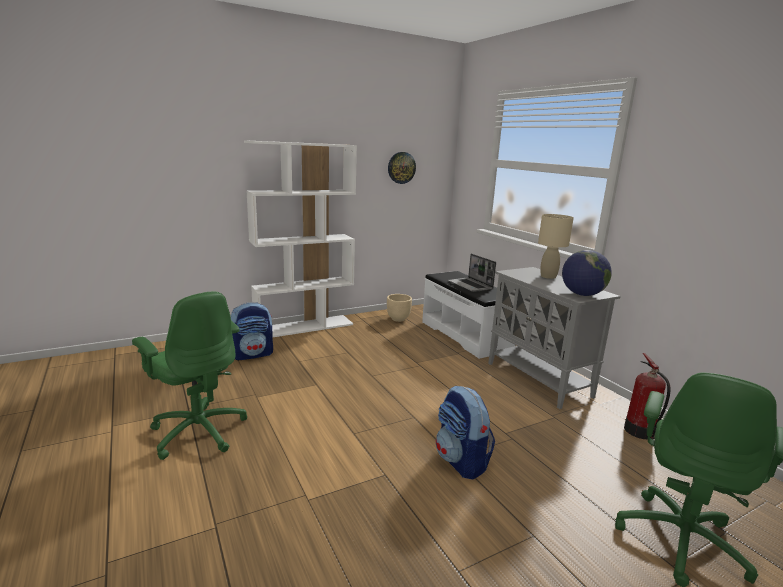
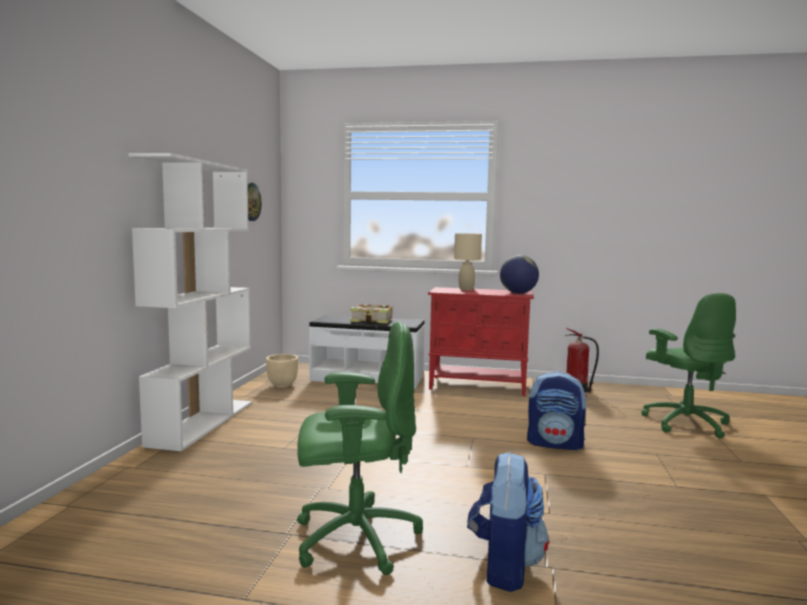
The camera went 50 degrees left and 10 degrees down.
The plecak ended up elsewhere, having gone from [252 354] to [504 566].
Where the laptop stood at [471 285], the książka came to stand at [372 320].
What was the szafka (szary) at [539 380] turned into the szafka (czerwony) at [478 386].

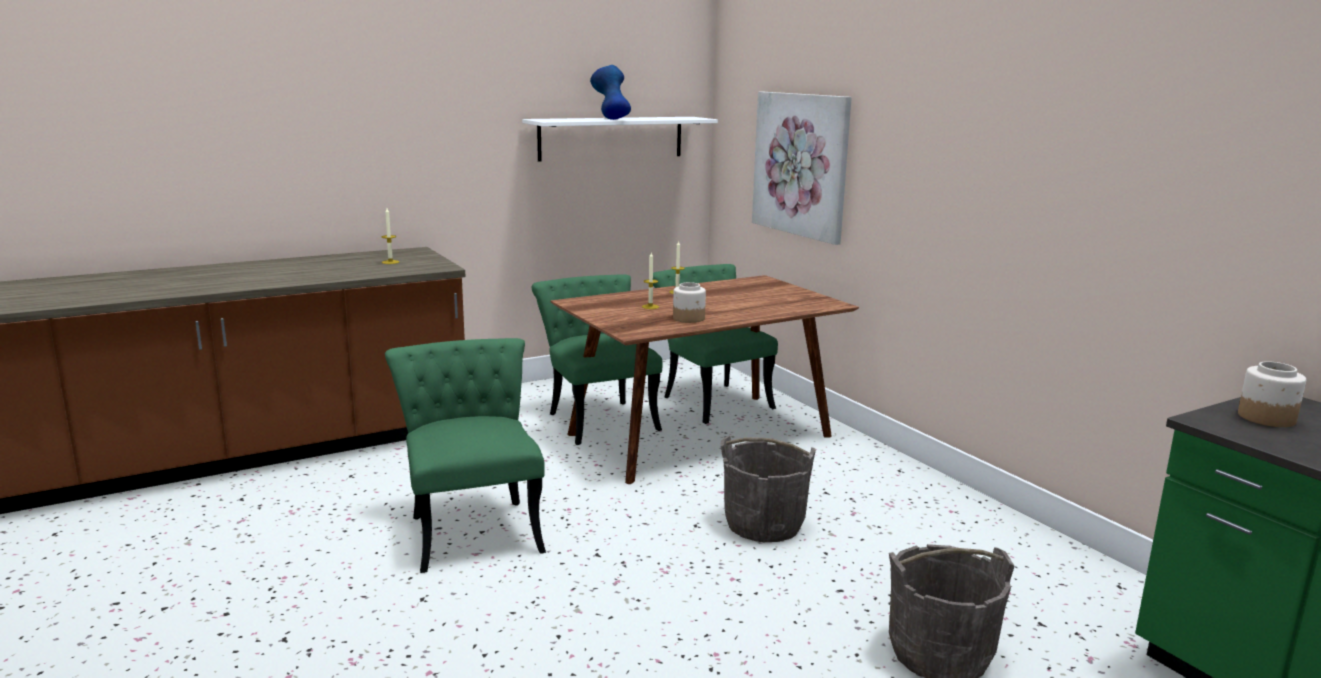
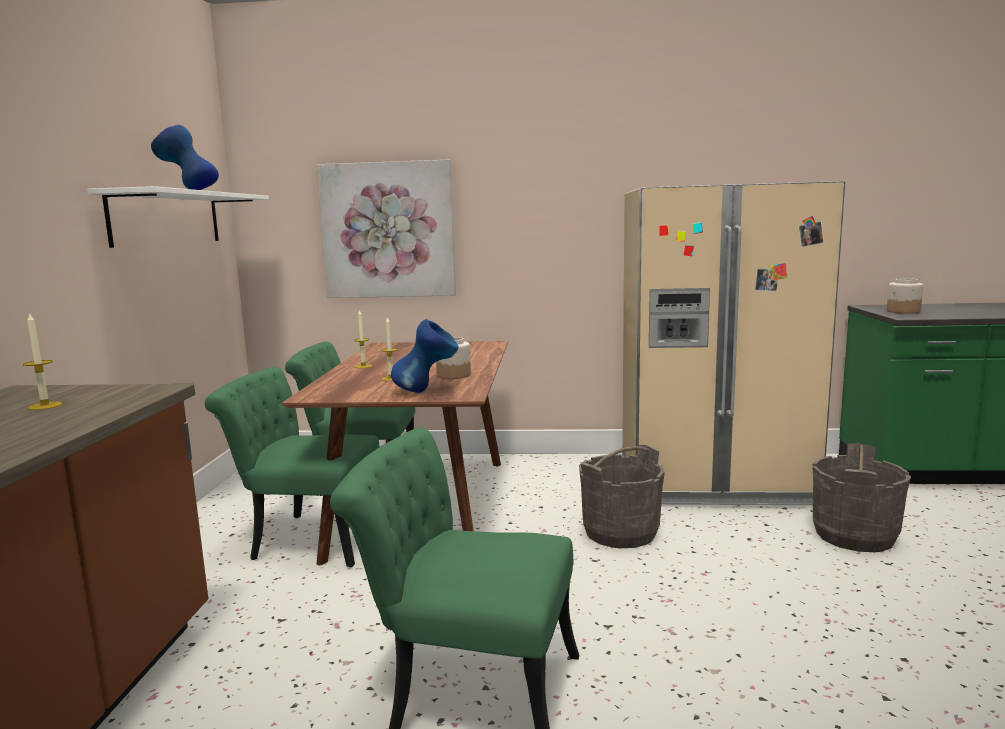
The camera went 55 degrees left and 5 degrees down.
The second view gained the wazon (niebieski) at [427 391].
The second view gained the lodówka (beżowy) at [711 480].

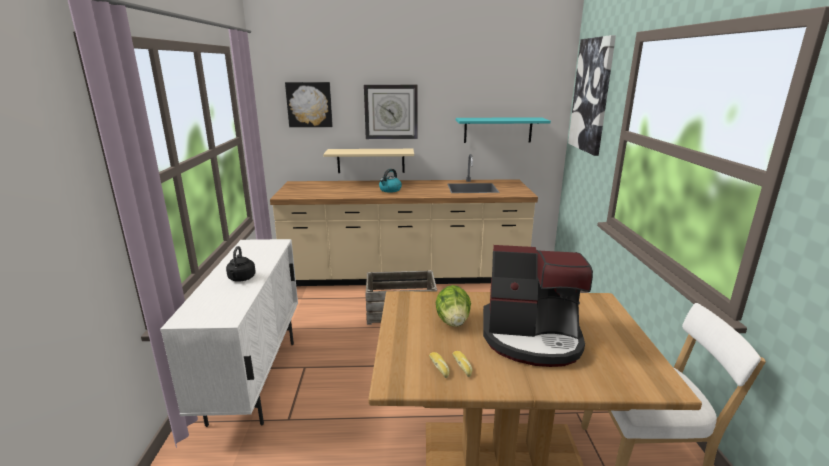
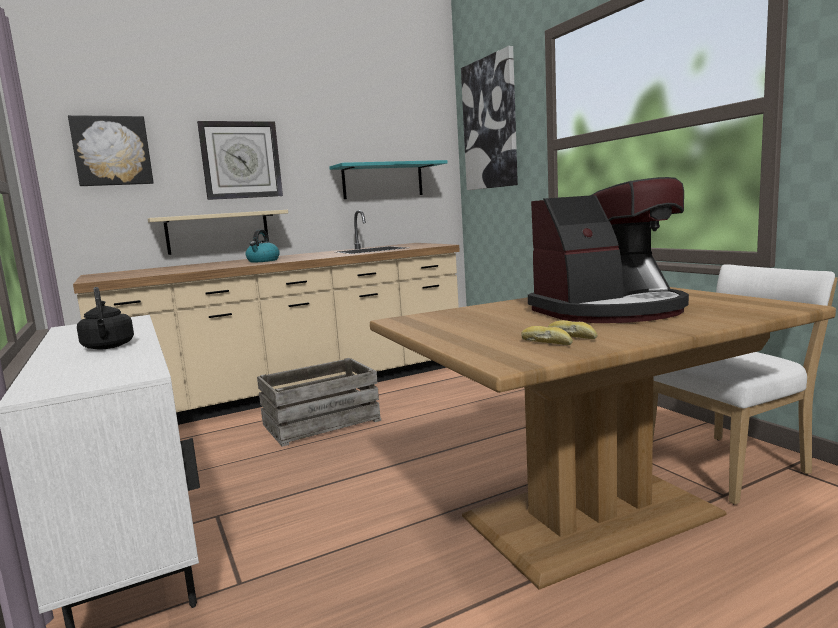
The camera went 25 degrees left and 10 degrees down.
The second view lost the sałata at [453 321].

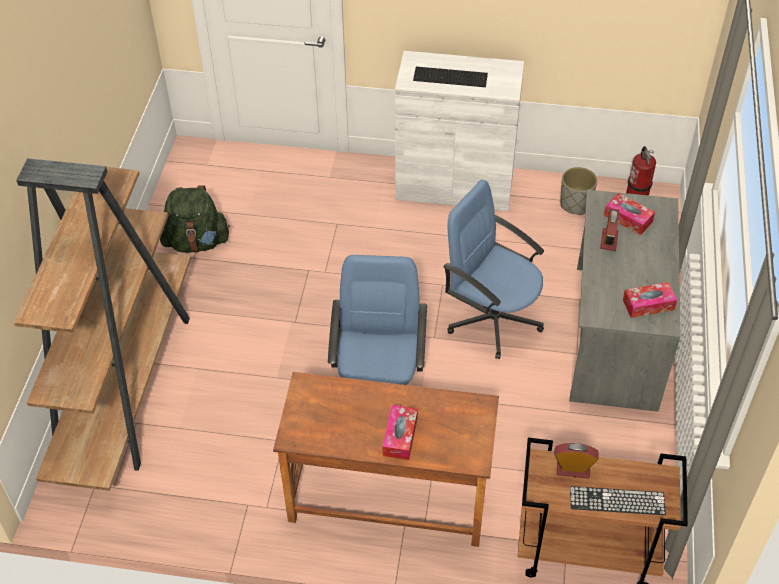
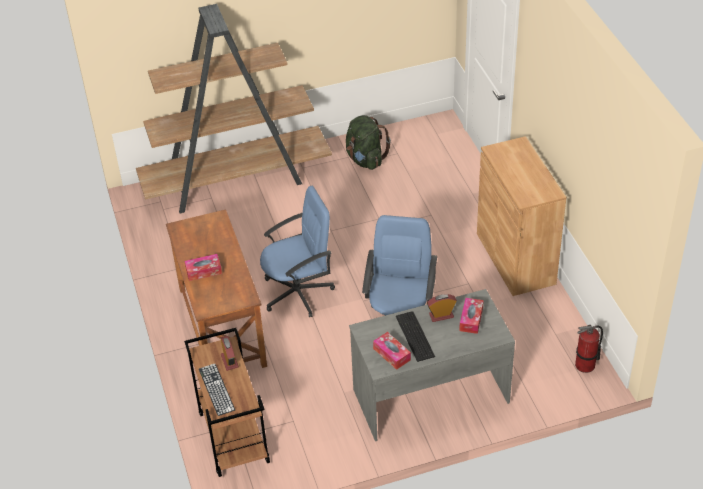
The camera went 65 degrees right and 5 degrees down.
The second view lost the donica (szary) at [575 204].
The klawiatura ended up elsewhere, having gone from [451 78] to [414 337].
What was the szafka (biały) at [454 185] turned into the szafka (brązowy) at [515 258].

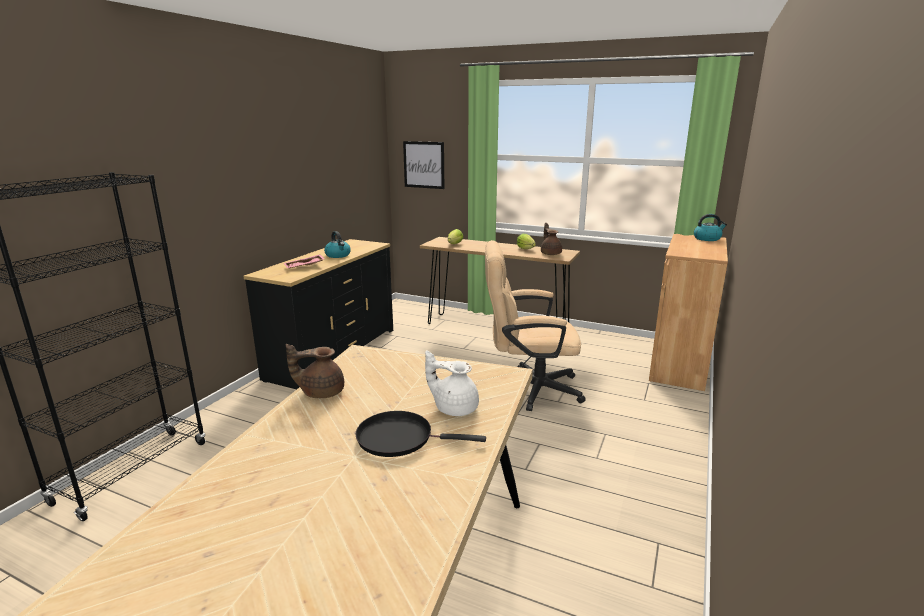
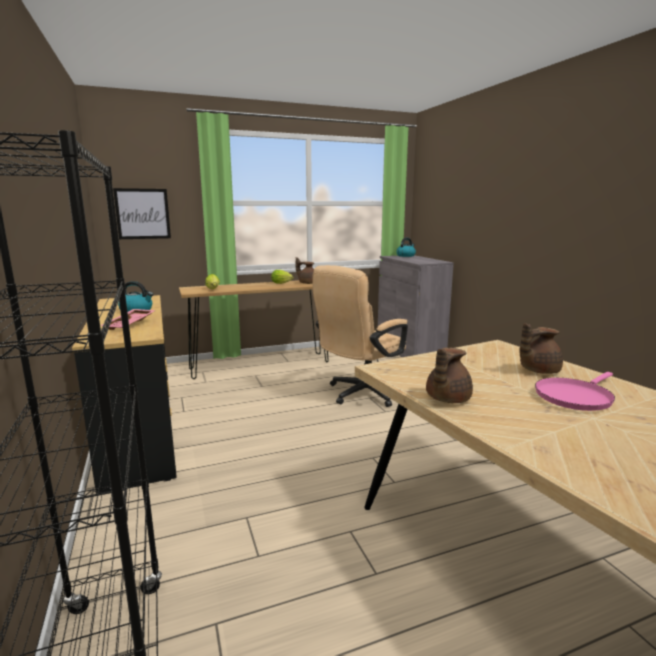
The camera went 45 degrees left and 5 degrees down.
What was the patelnia (czarny) at [400 438] turned into the patelnia (różowy) at [574 396].
What was the imbryk (biały) at [454 407] turned into the imbryk (brązowy) at [537 370].
What was the szafka (brązowy) at [679 364] turned into the szafka (szary) at [409 350].

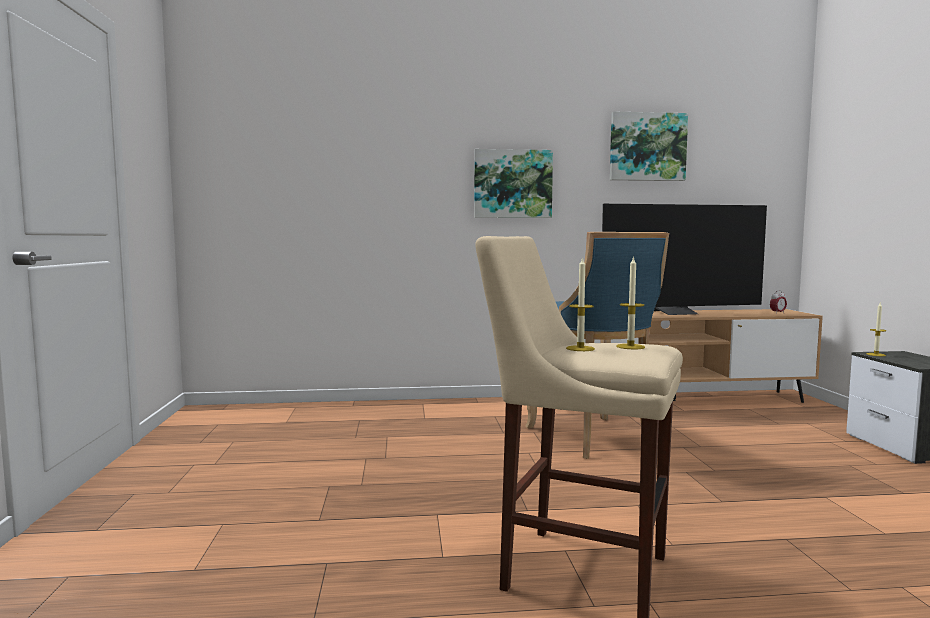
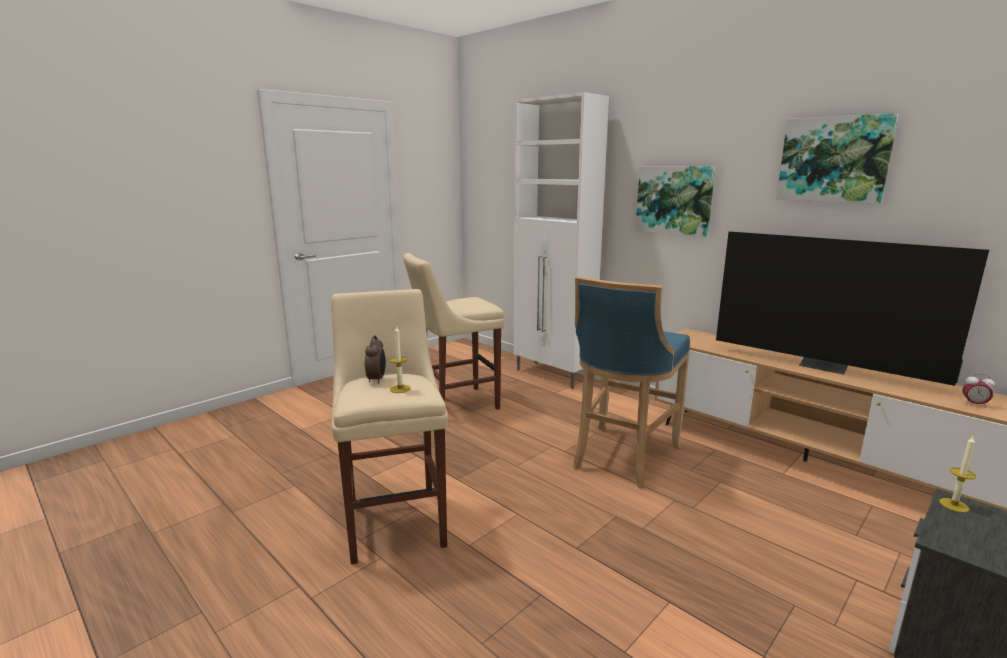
The camera went 50 degrees right and 10 degrees up.
The second view gained the stołek (beżowy) at [455 404].
The second view gained the szafka (biały) at [553 375].
Where the świeca stood at [580 348], the budzik came to stand at [377 379].

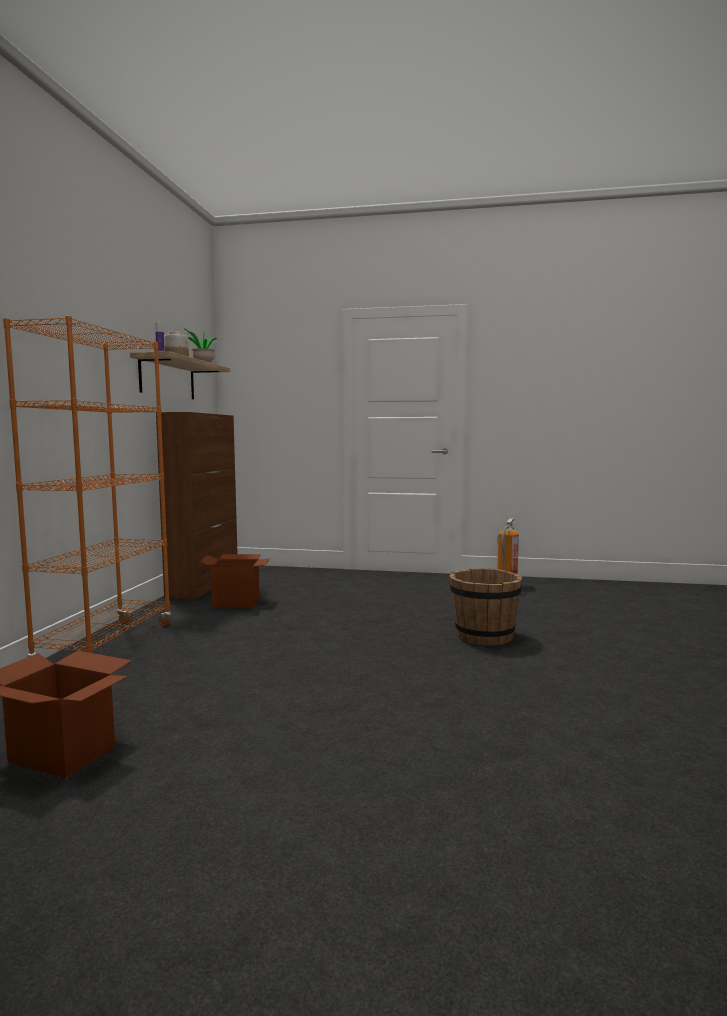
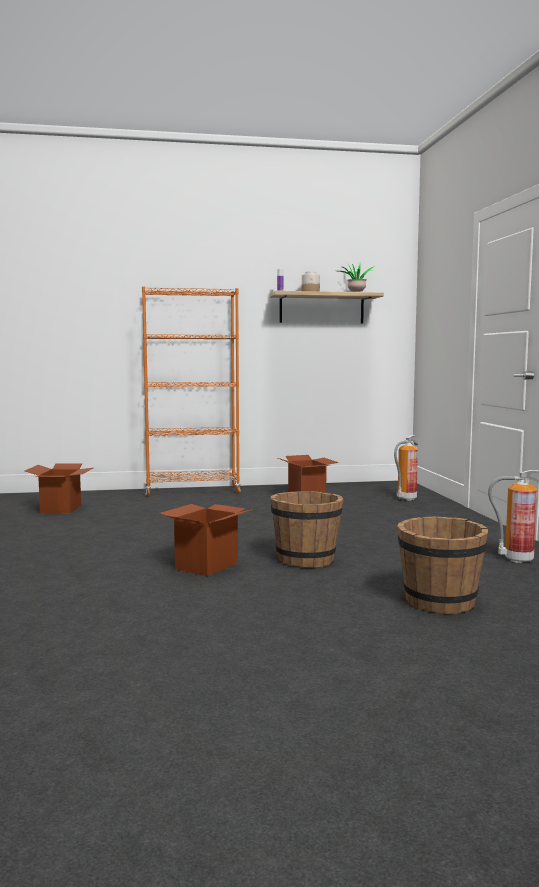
The camera went 70 degrees right and 0 degrees up.
The second view lost the szafka (brązowy) at [204 584].
The second view gained the karton at [207 566].
The second view gained the gaśnica at [406 499].
The second view gained the wiadro (brązowy) at [439 602].

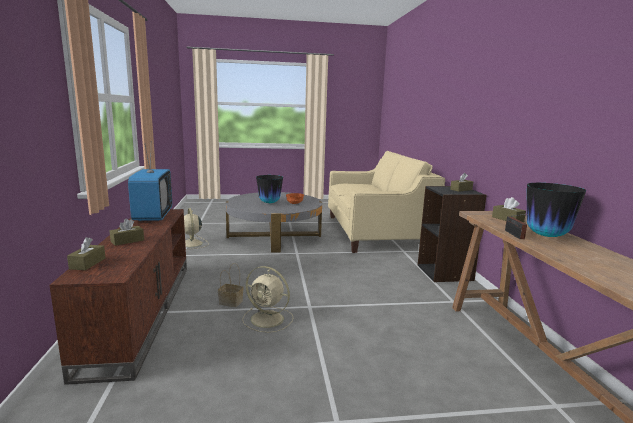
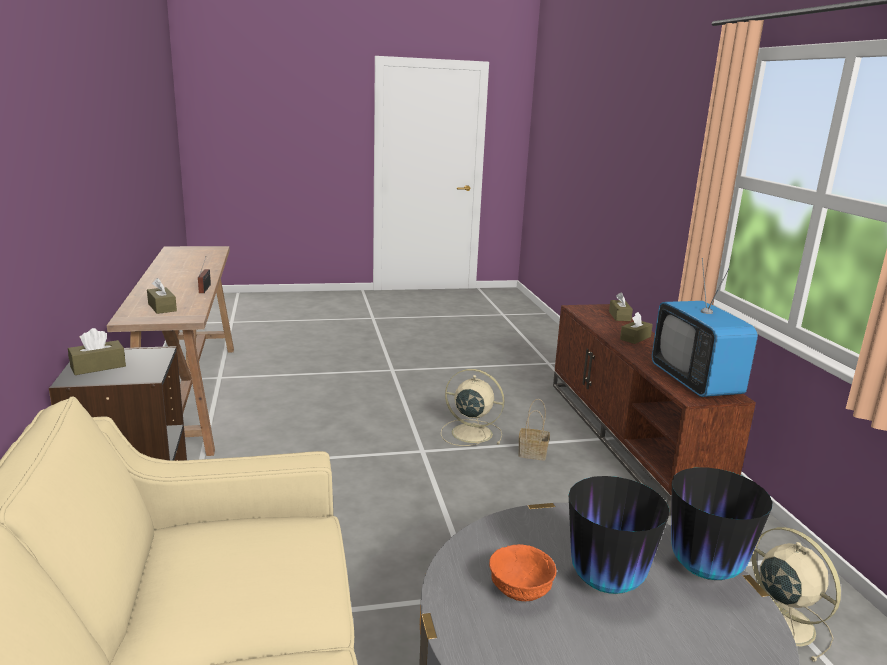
The camera went 175 degrees right and 5 degrees up.
The wazon ended up elsewhere, having gone from [546 236] to [705 570].

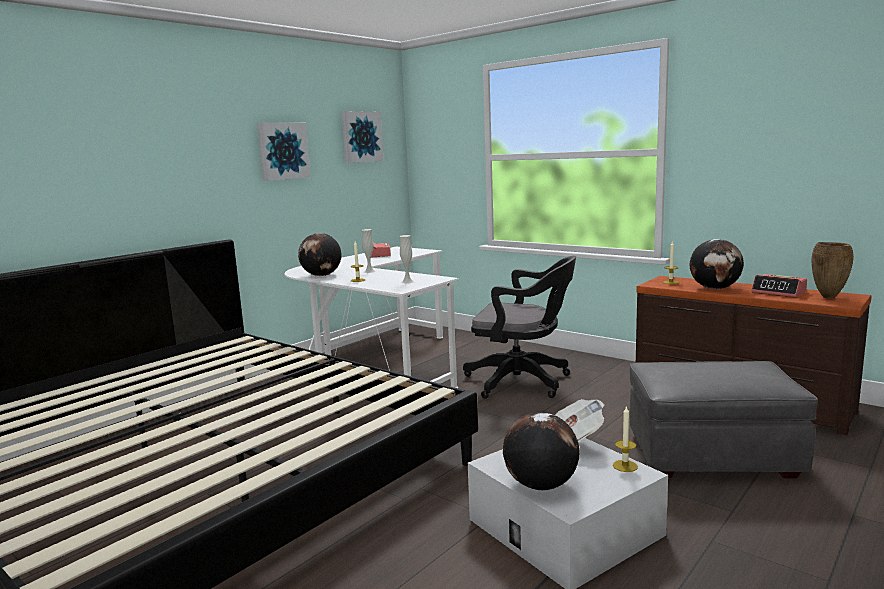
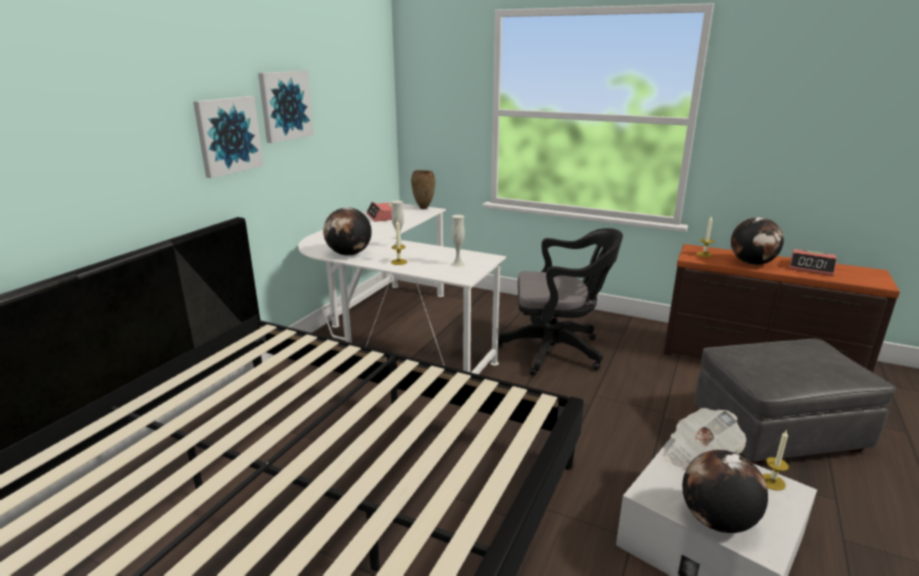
The camera went 15 degrees left and 10 degrees up.
The obraz ended up elsewhere, having gone from [361 136] to [228 135].
The wazon (brązowy) ended up elsewhere, having gone from [829 297] to [424 208].

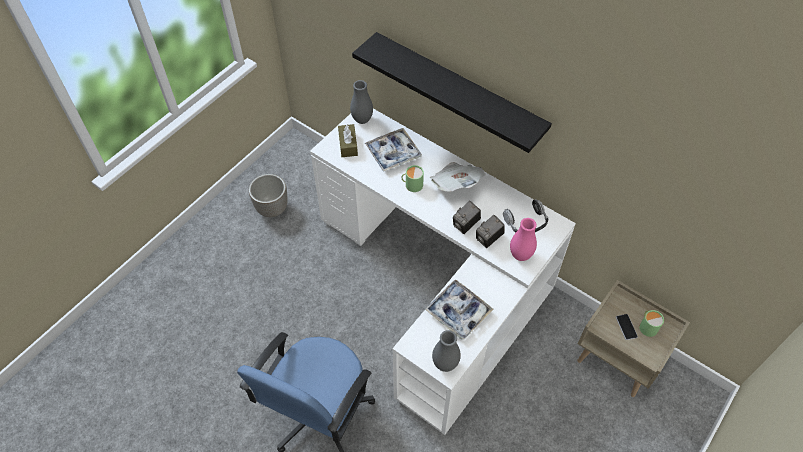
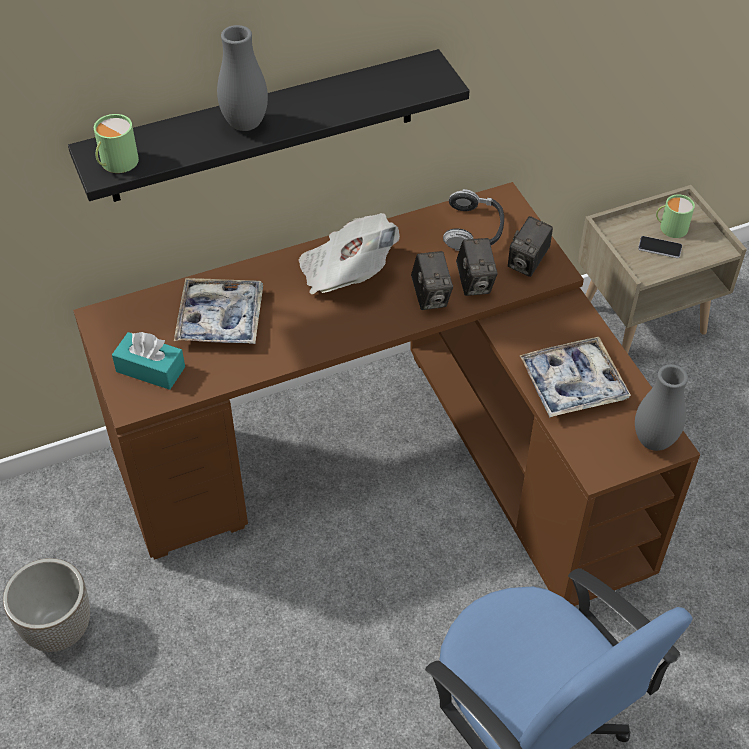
The camera went 60 degrees left and 5 degrees down.
The wazon (szary) ended up elsewhere, having gone from [362 120] to [245 124].
The kubek (zielony) ended up elsewhere, having gone from [412 184] to [116 163].
Where the wazon (różowy) stood at [520 255], the aparat fotograficzny came to stand at [527 263].
What was the biurko (biały) at [438 285] turned into the biurko (brązowy) at [394 458].
What was the pudełko chusteczek (brązowy) at [348 145] turned into the pudełko chusteczek (turkusowy) at [150 369].

